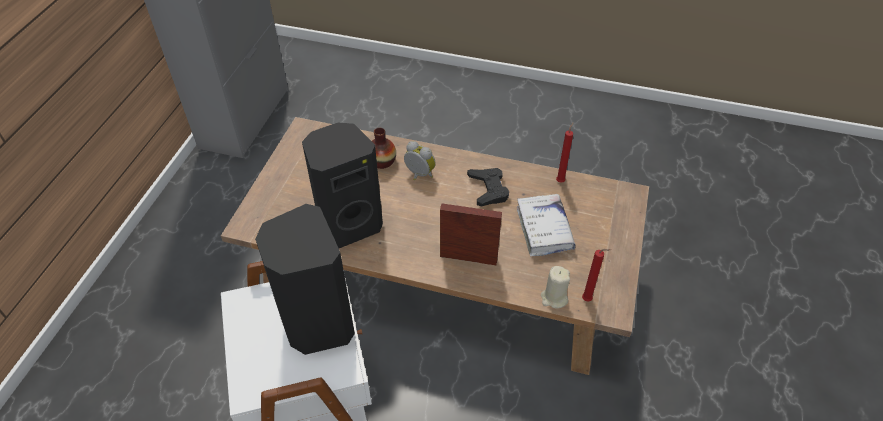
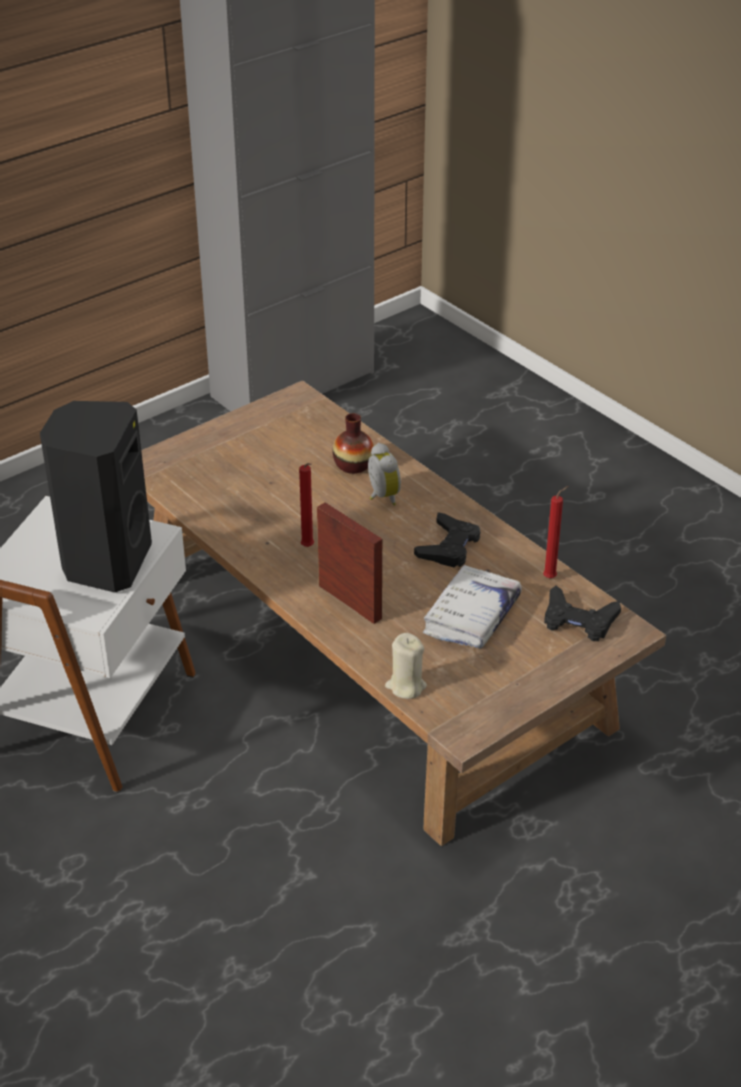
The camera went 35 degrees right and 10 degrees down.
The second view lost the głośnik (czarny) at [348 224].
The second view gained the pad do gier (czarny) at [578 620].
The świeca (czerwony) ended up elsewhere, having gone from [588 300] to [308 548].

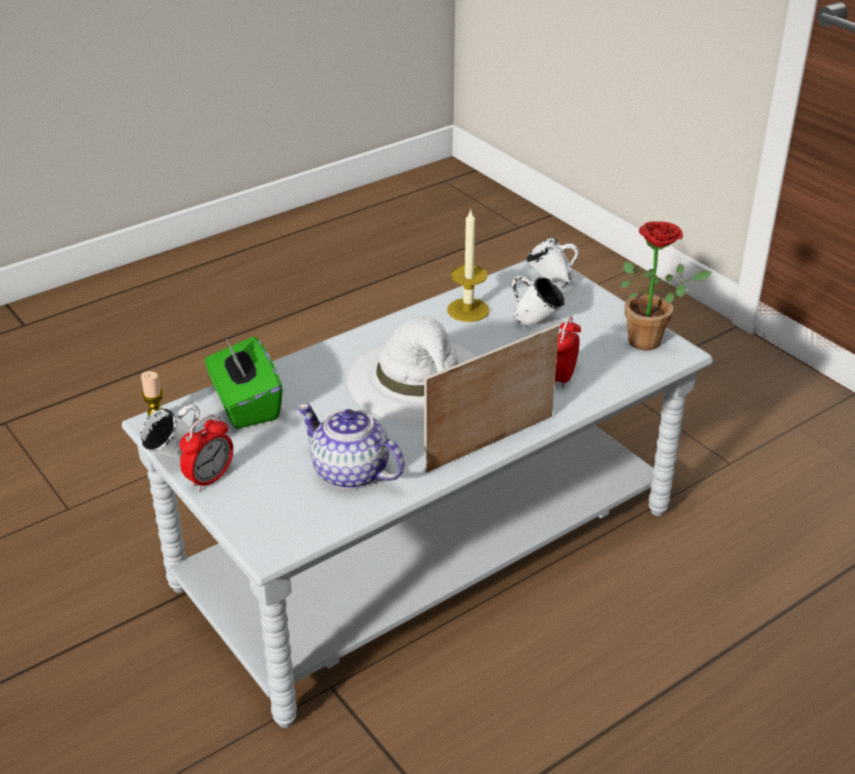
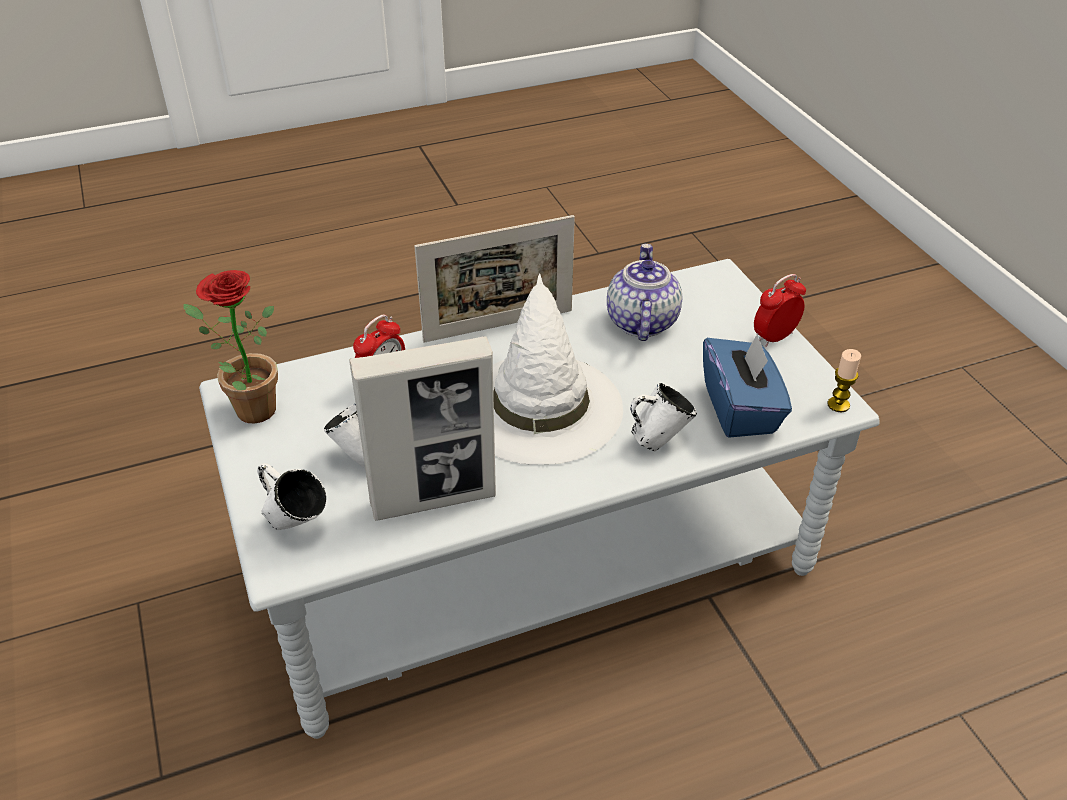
The camera went 165 degrees left and 5 degrees up.
The kubek (biały) ended up elsewhere, having gone from [176 459] to [658 440].
Where the świeca stood at [468 310], the ramka na zdjęcie came to stand at [434 500].
What was the pudełko chusteczek (zielony) at [245 405] turned into the pudełko chusteczek (niebieski) at [740 409].
The imbryk at [349 472] ended up facing another way, 135 degrees counterclockwise from before.

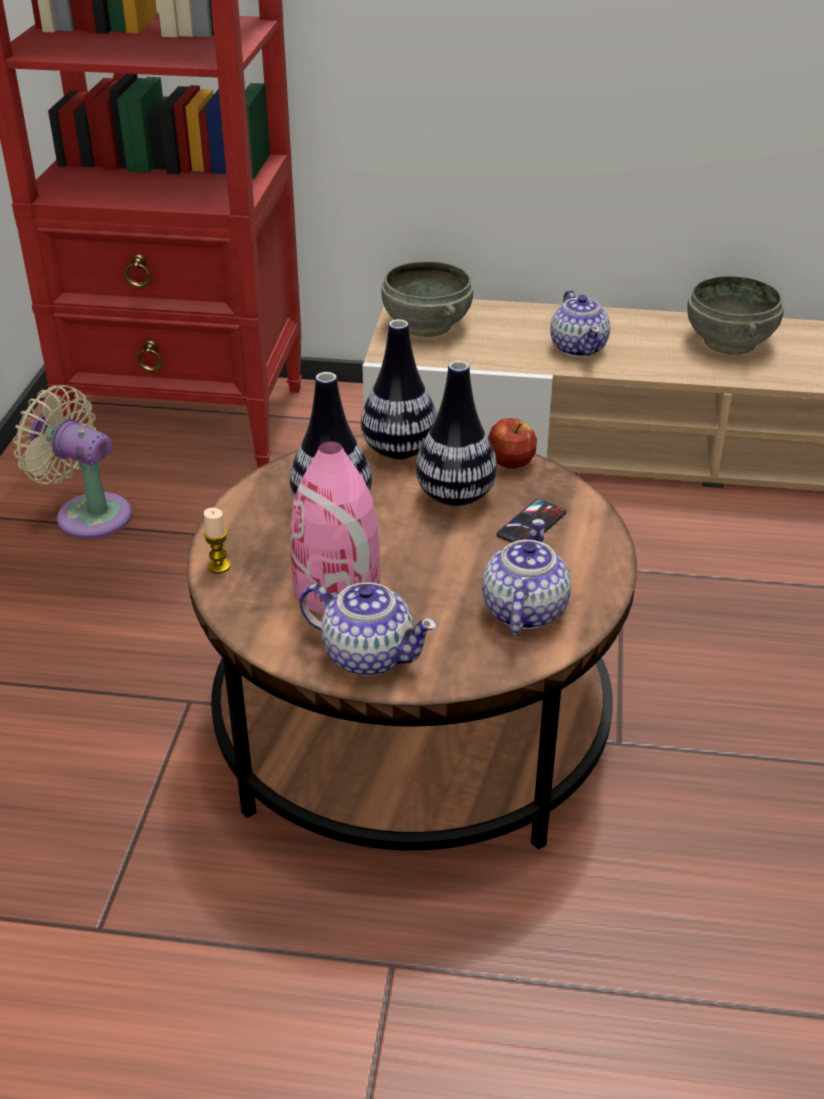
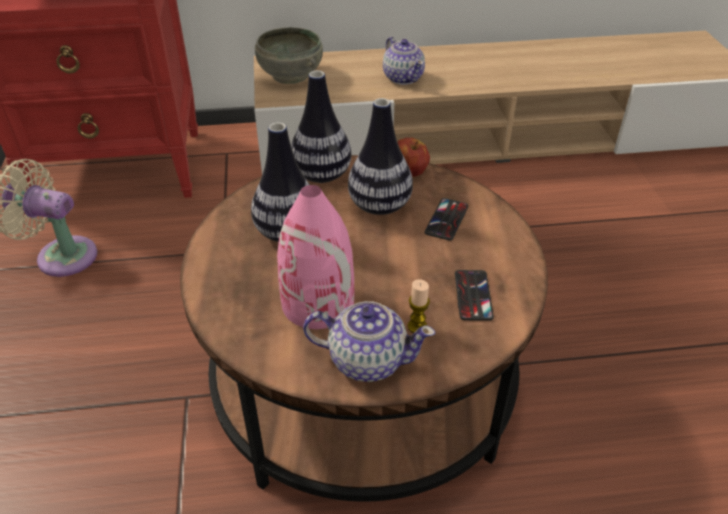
The camera went 15 degrees left and 5 degrees up.
The second view lost the miska (szary) at [730 342].
The świeca ended up elsewhere, having gone from [219 566] to [417 326].
Where the imbryk stood at [523 611], the telefon came to stand at [473 295].

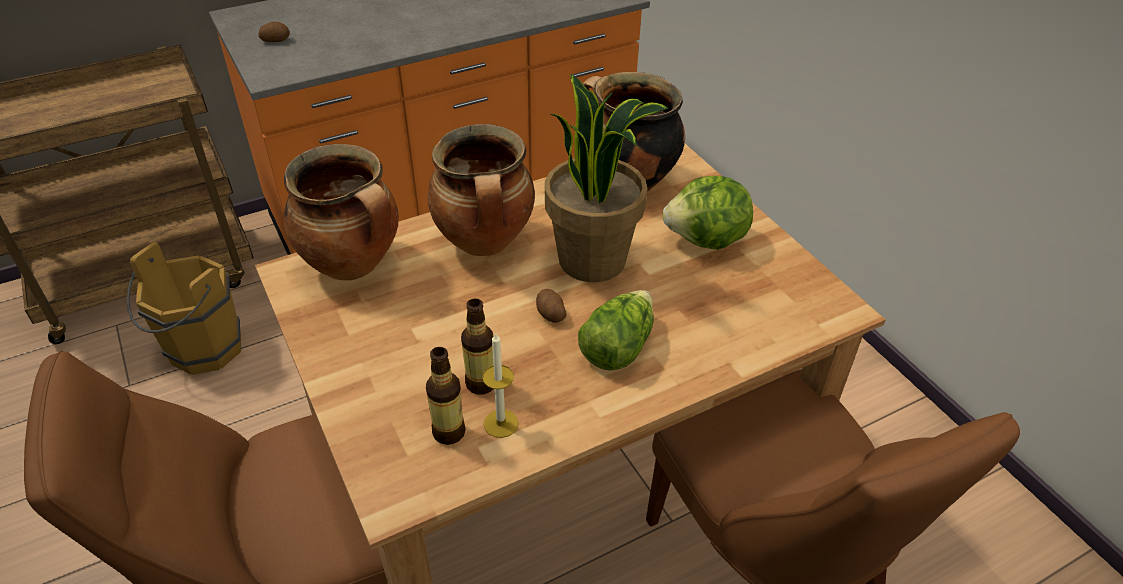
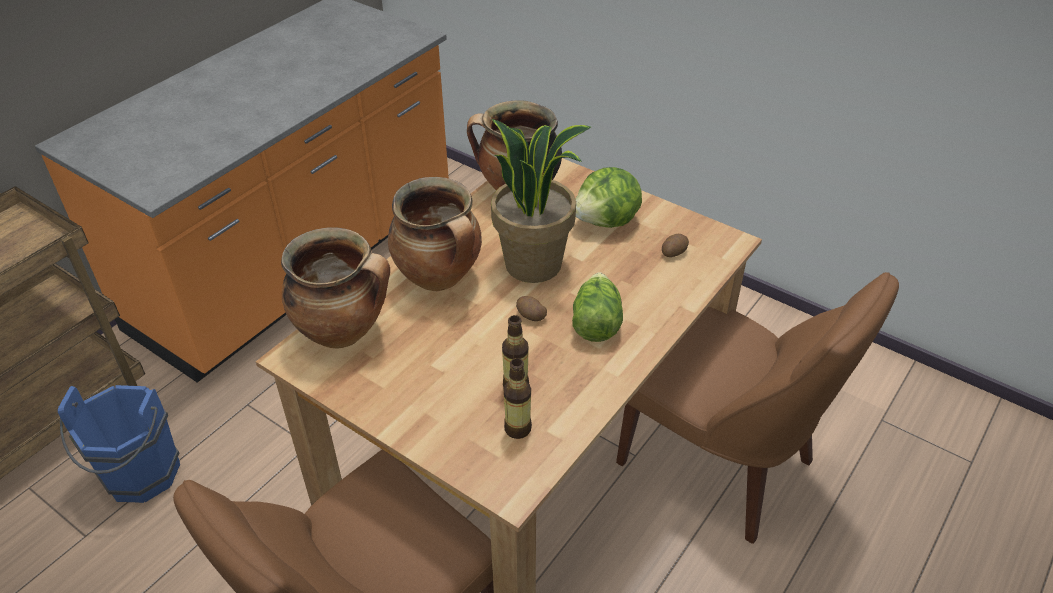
The camera went 25 degrees left and 0 degrees up.
The second view lost the świeca at [501 423].
The ziemniak ended up elsewhere, having gone from [276 40] to [673 252].
What was the wiadro (brązowy) at [201 352] turned into the wiadro (niebieski) at [140 479].

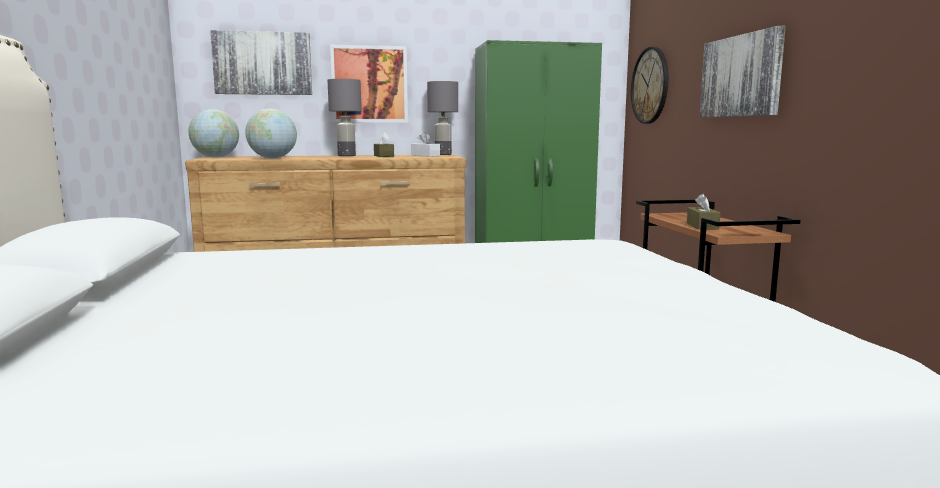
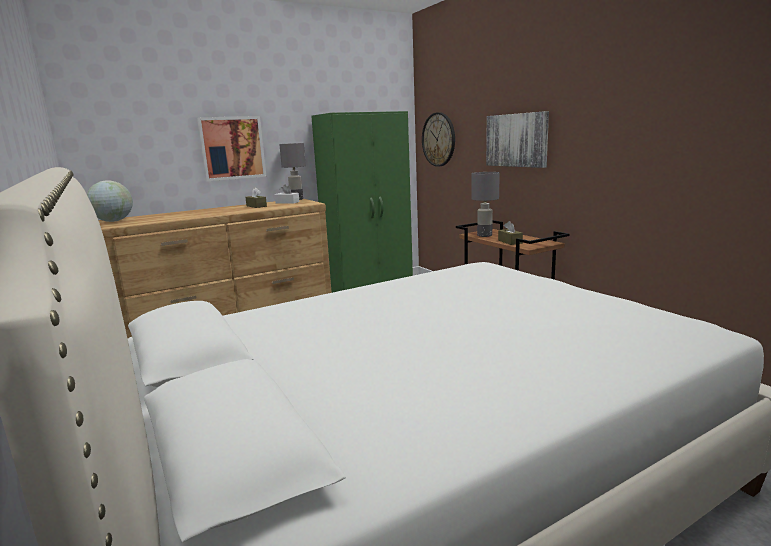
The camera went 20 degrees left and 5 degrees up.
The second view lost the obraz at [263 63].
The second view lost the globus at [272 158].
The lampa stołowa (szary) ended up elsewhere, having gone from [347 156] to [485 235].

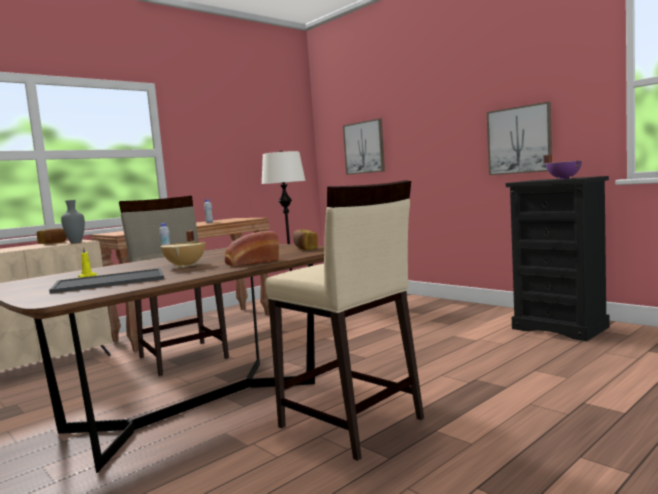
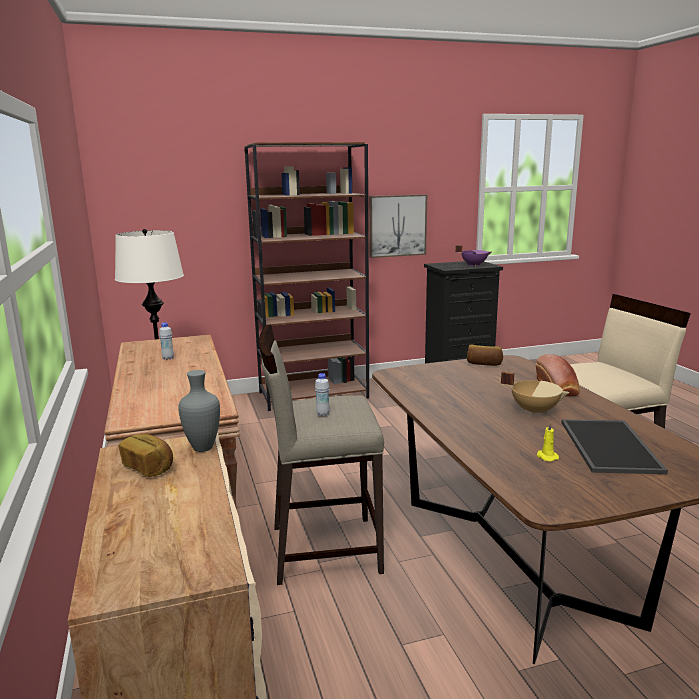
The camera went 65 degrees left and 10 degrees up.
The second view lost the obraz at [364 147].
The second view gained the regał (brązowy) at [314 395].

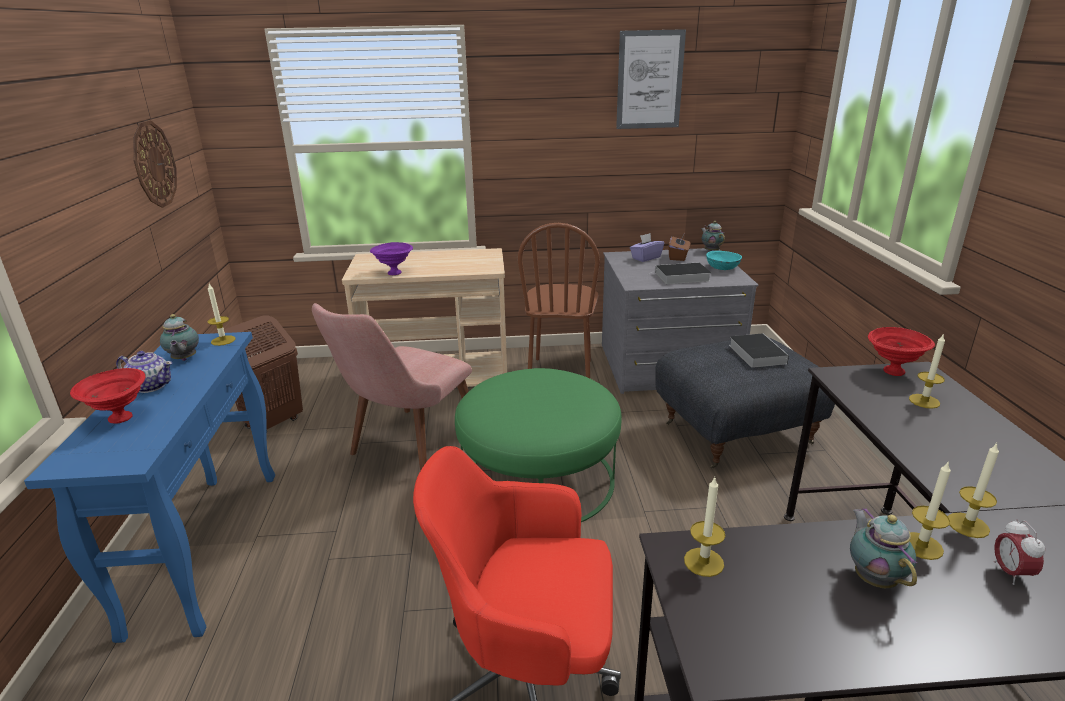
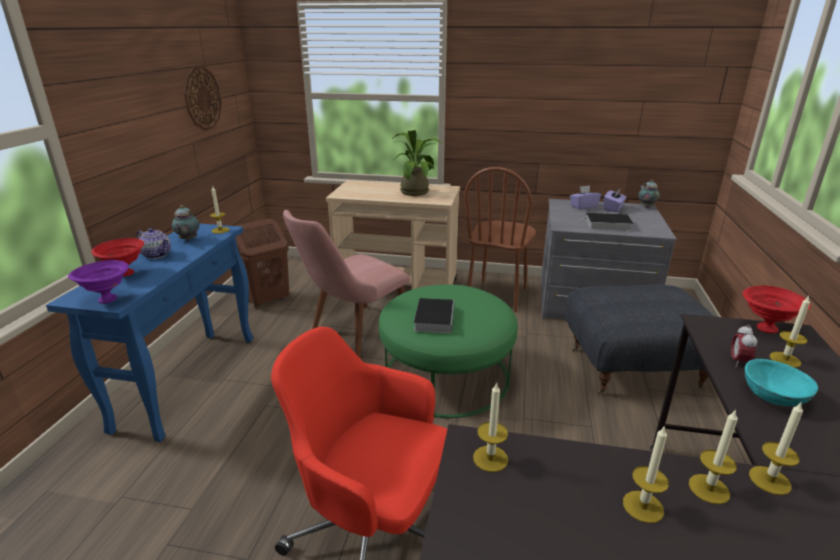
The camera went 15 degrees right and 0 degrees up.
The second view lost the obraz at [649 80].
The second view gained the roślina doniczkowa at [416 191].
The miska (fioletowy) ended up elsewhere, having gone from [393 273] to [106 299].
The miska (turkusowy) ended up elsewhere, having gone from [722 268] to [772 396].
The książka ended up elsewhere, having gone from [755 353] to [434 318].
The budzik ended up elsewhere, having gone from [1010 573] to [738 362].
Where the imbryk stood at [873 578], the świeca came to stand at [643 506].
What was the pudełko chusteczek (brązowy) at [678 257] turned into the pudełko chusteczek (fioletowy) at [613 208].

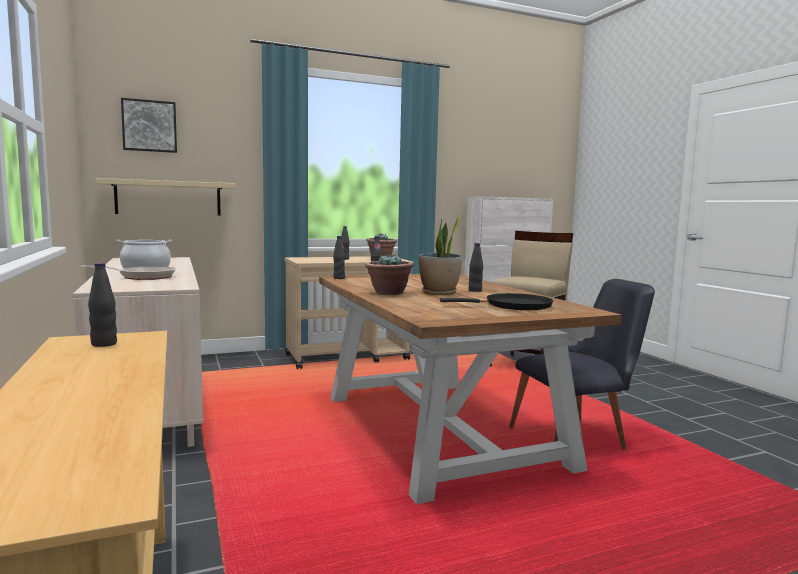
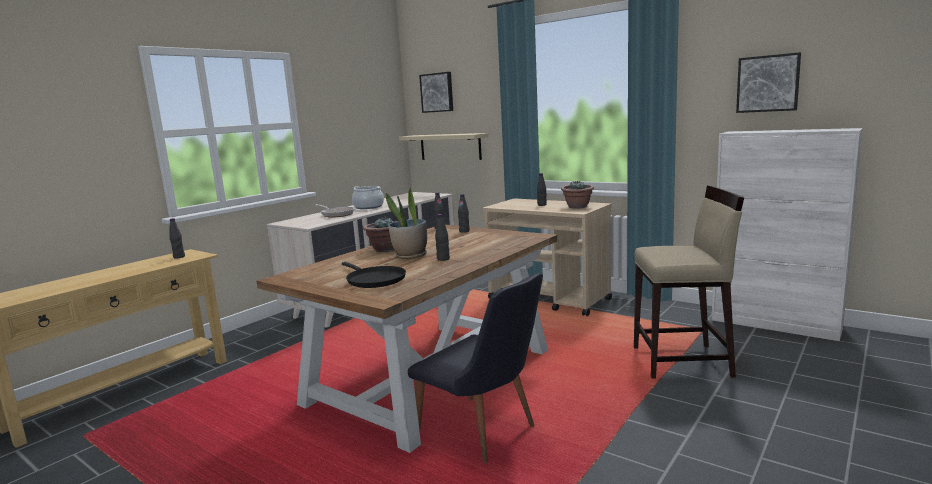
The camera went 60 degrees right and 5 degrees up.
The second view gained the obraz at [768 83].

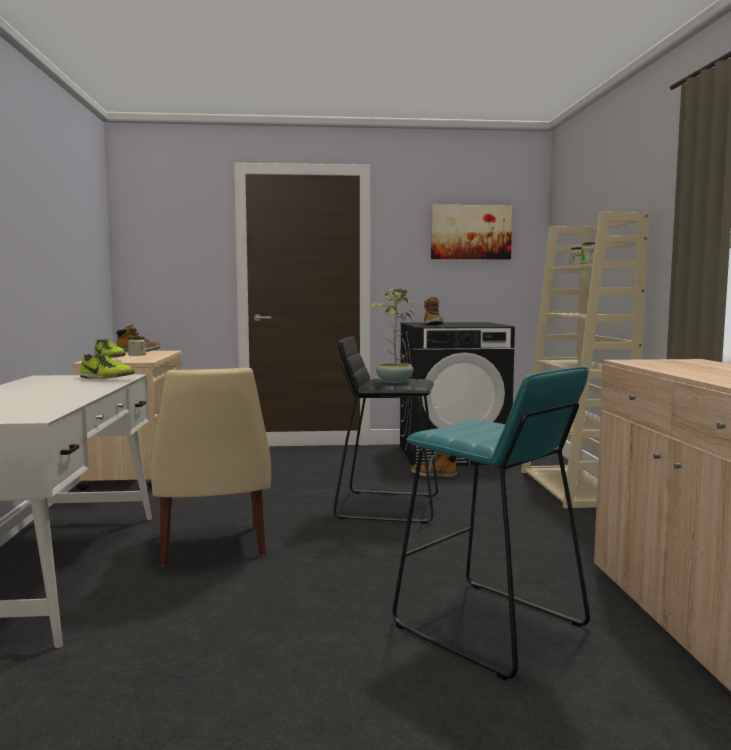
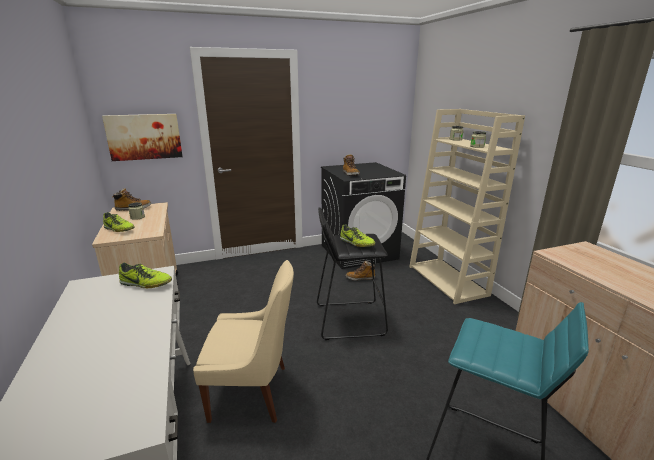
The camera went 15 degrees left and 15 degrees up.
The obraz ended up elsewhere, having gone from [470 232] to [144 136].
Where the roślina doniczkowa stood at [393 382], the but came to stand at [356 243].
The krzesło (beżowy) at [212 546] ended up facing another way, 60 degrees counterclockwise from before.

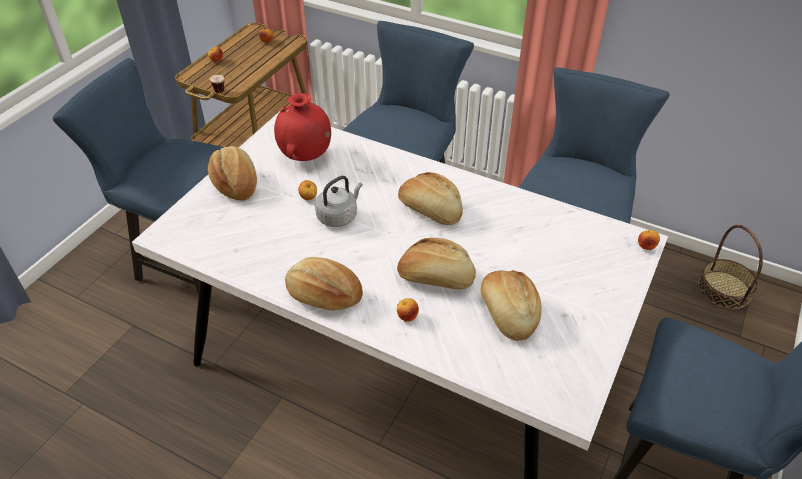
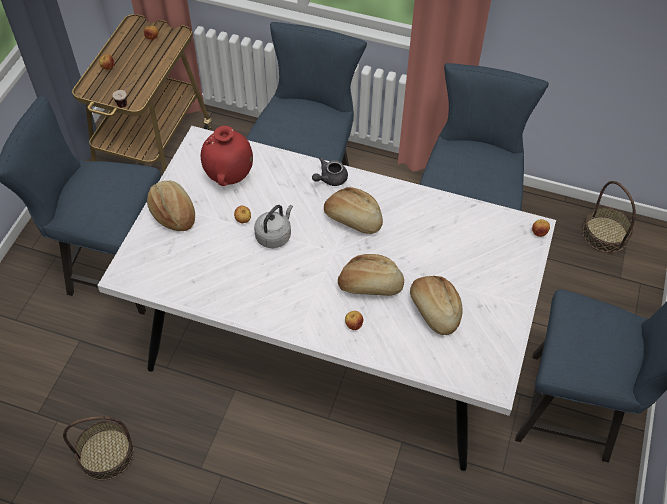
The camera went 10 degrees left and 10 degrees up.
The second view lost the chleb at [324 295].
The second view gained the koszyk at [106 454].
The second view gained the imbryk (szary) at [330 179].

